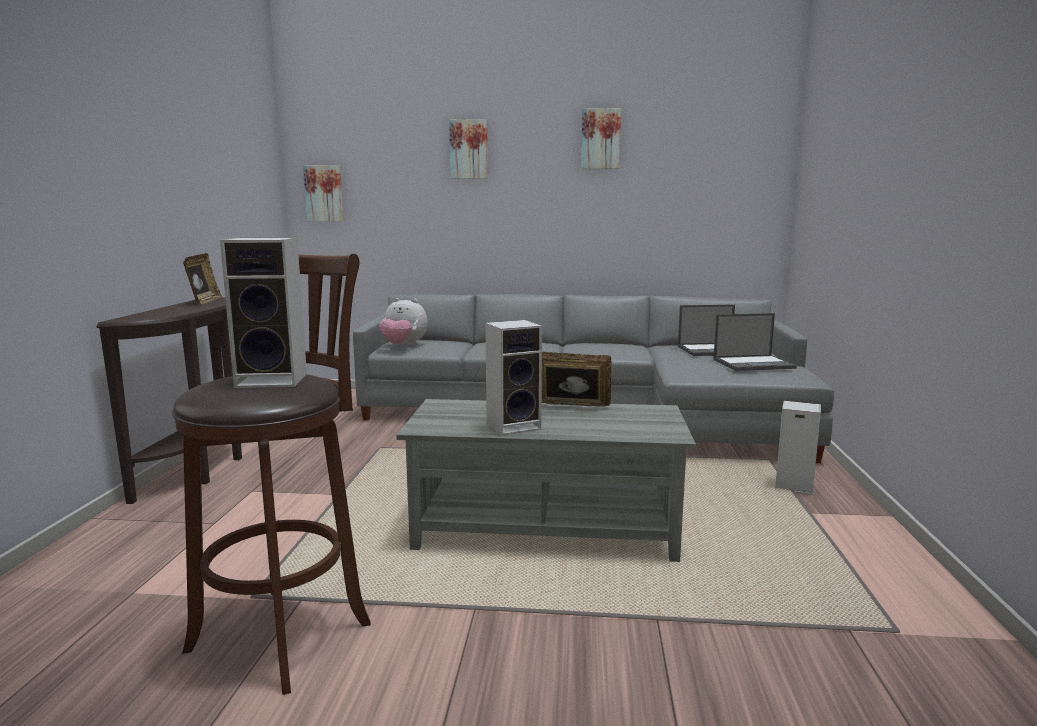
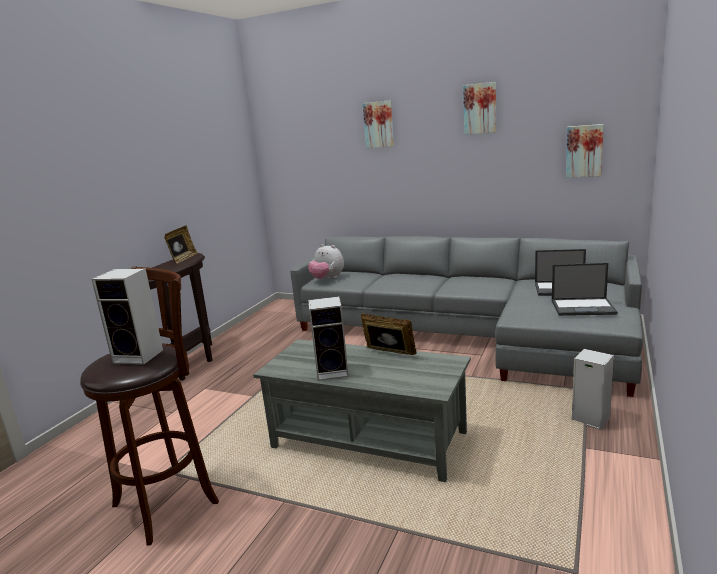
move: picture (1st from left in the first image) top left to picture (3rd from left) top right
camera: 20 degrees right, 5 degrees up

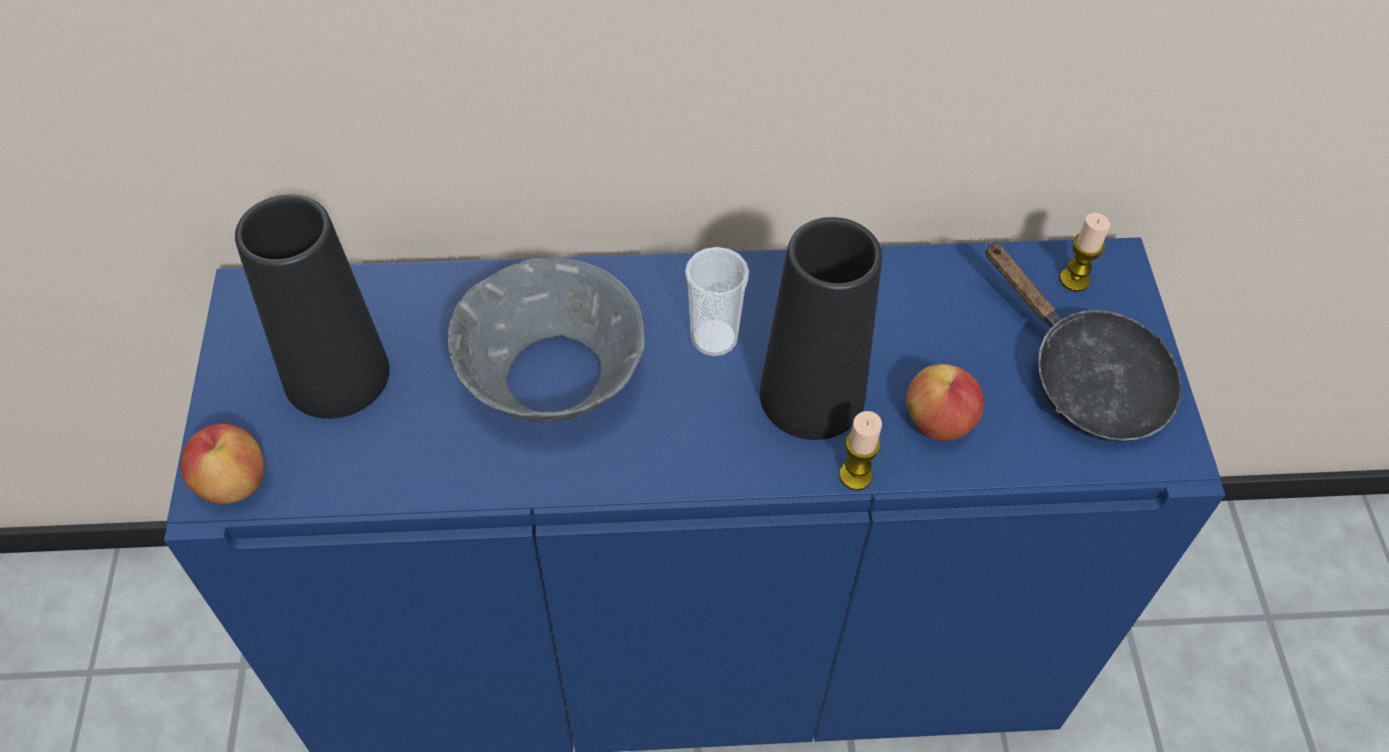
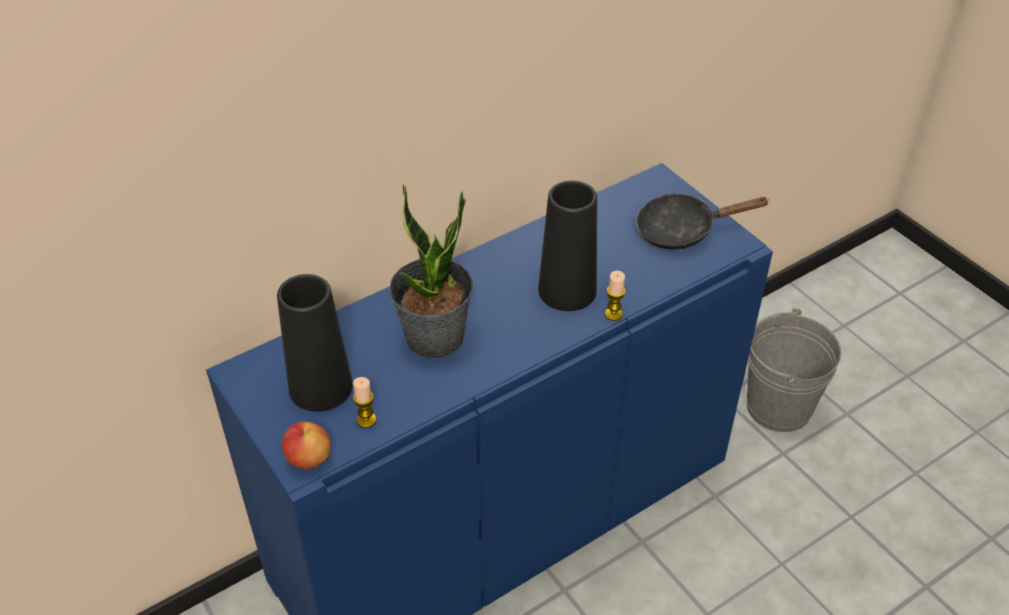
delete: small cup centre; apple fruit (2nd from left) middle right
insert: greyish water bucket middle right
move: wax light (2nd from left in the first image) middle right to wax light (1st from left) centre
replace: greyish bowl centre to potted plant centre
rotate: black-coloured skillet middle right = middle right 150 degrees clockwise
camera: 30 degrees left, 10 degrees down

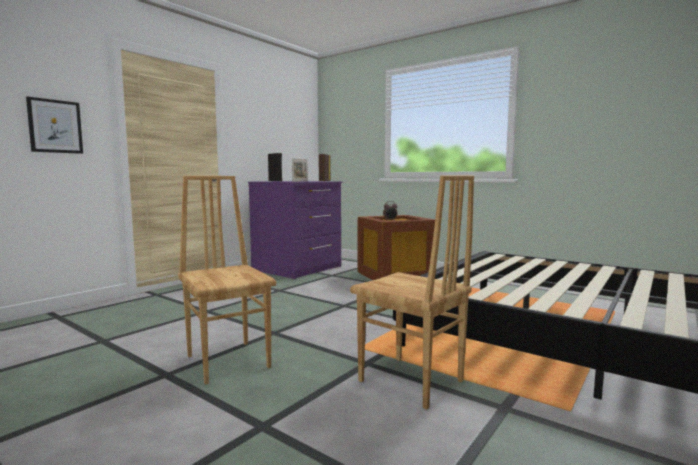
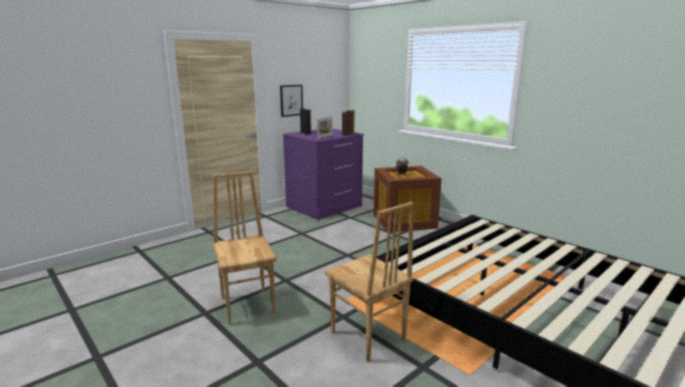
move: picture top left to top centre
camera: 10 degrees right, 10 degrees up

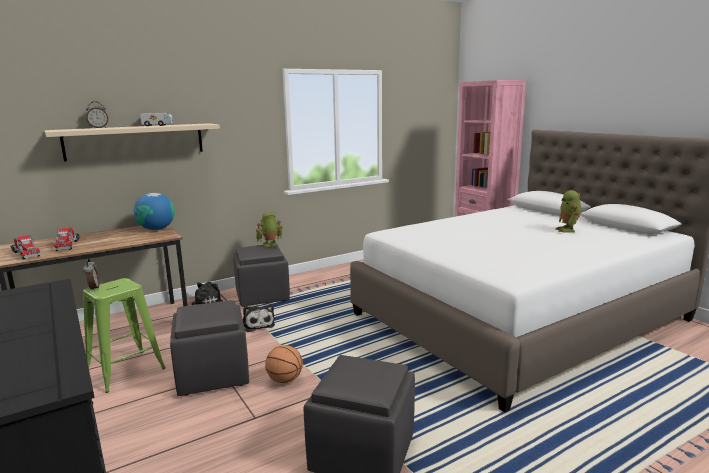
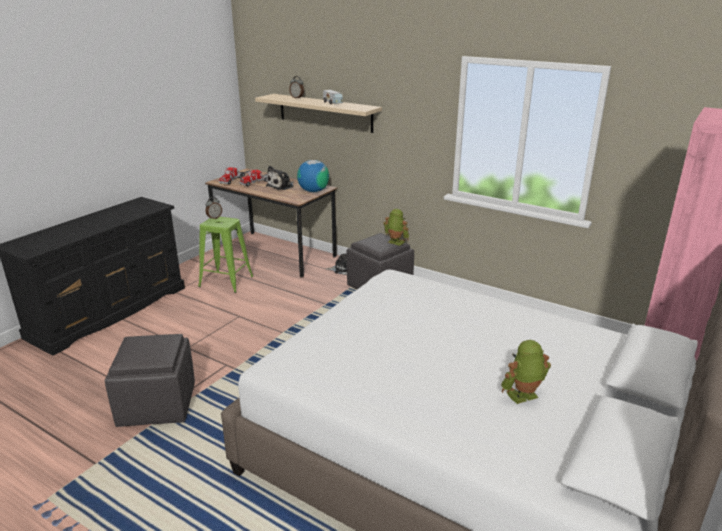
delete: greyish ottoman (1st from left) bottom left; ball for basketball bottom centre
move: soft toy (2nd from left in the first image) bottom centre to soft toy (1st from left) centre
camera: 65 degrees right, 10 degrees up

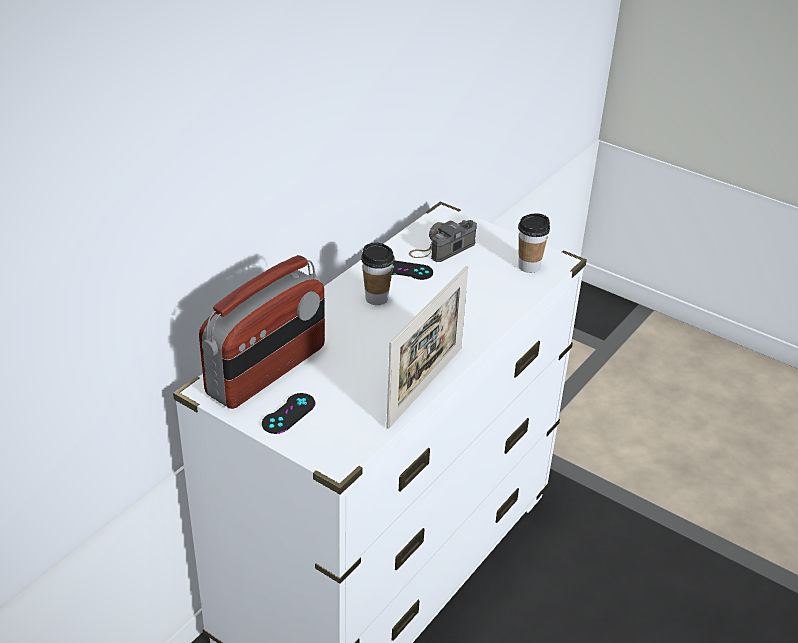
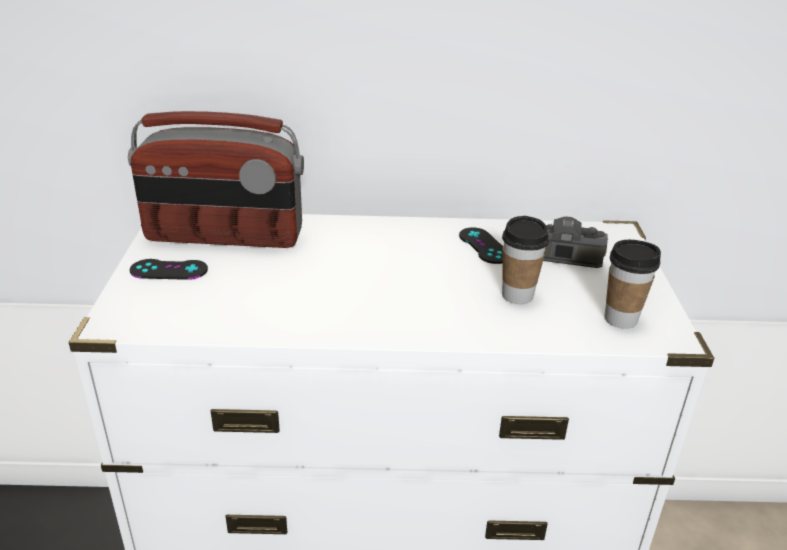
delete: picture frame centre
move: small cup (1st from left) centre to middle right
camera: 55 degrees right, 5 degrees down

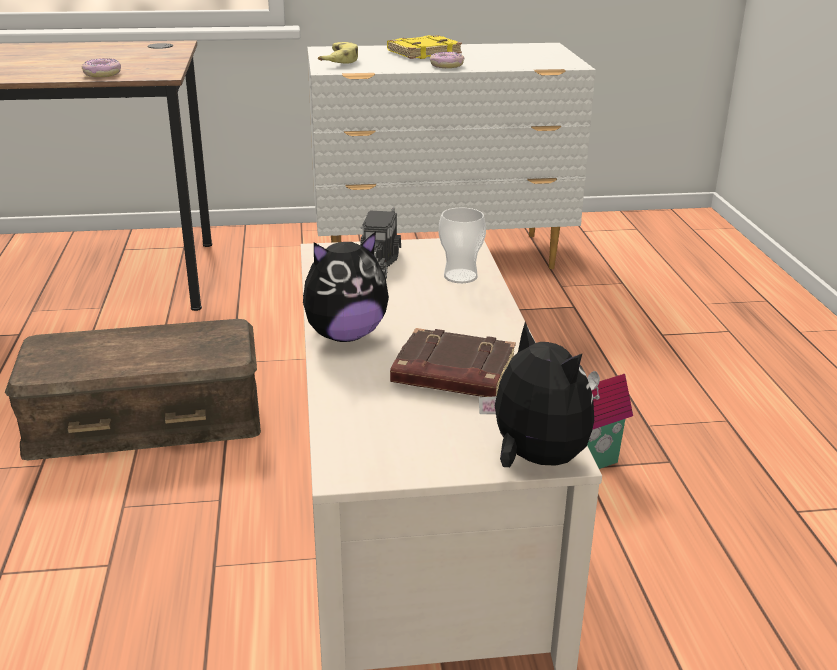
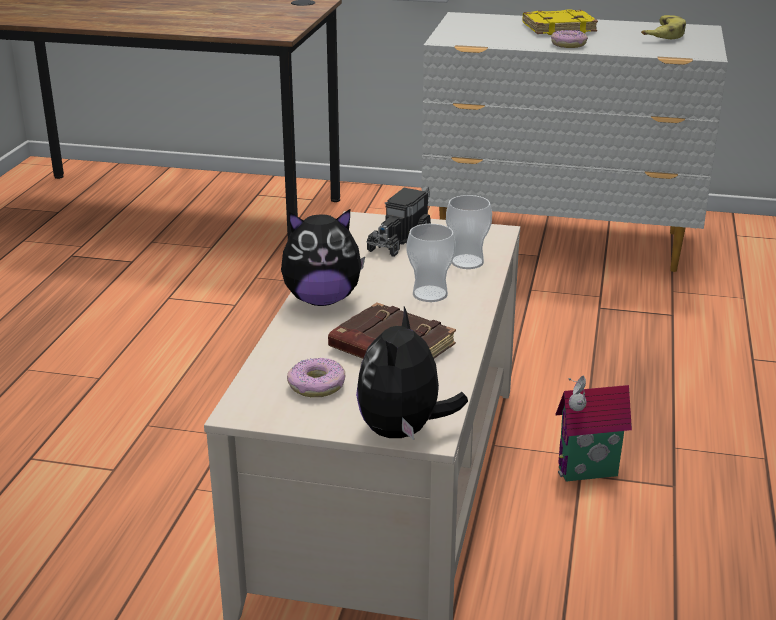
delete: brown storage bin middle left
insert: small cup (1st from left) centre
move: doughnut (1st from left) top left to centre; banana fruit top centre to top right
rotate: soft toy (2nd from left) centre = centre 150 degrees counterclockwise
camera: 20 degrees right, 0 degrees up

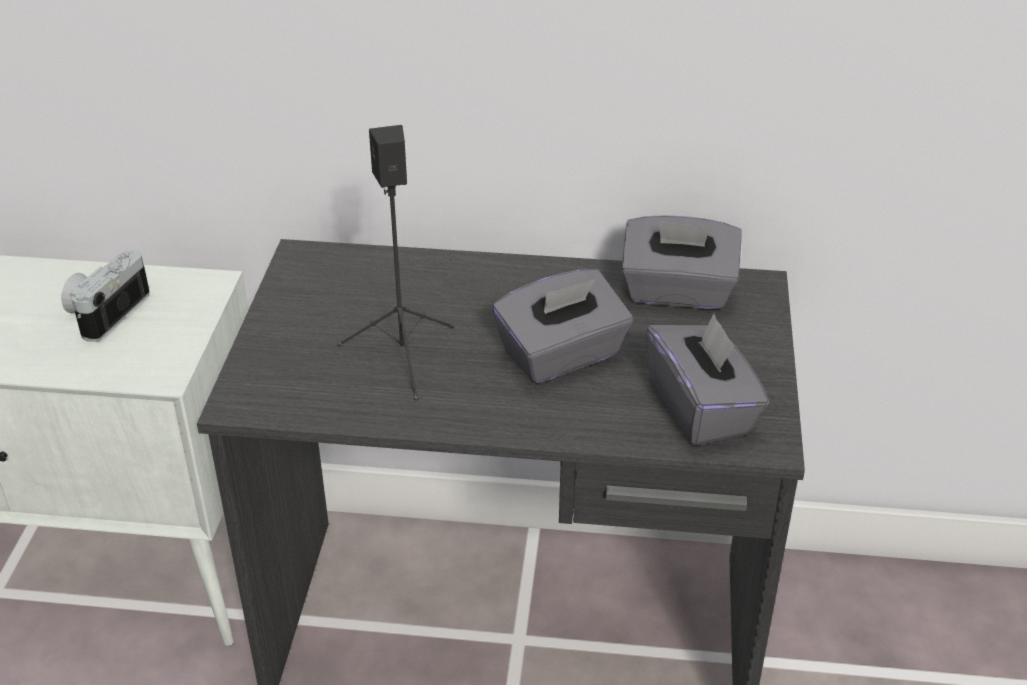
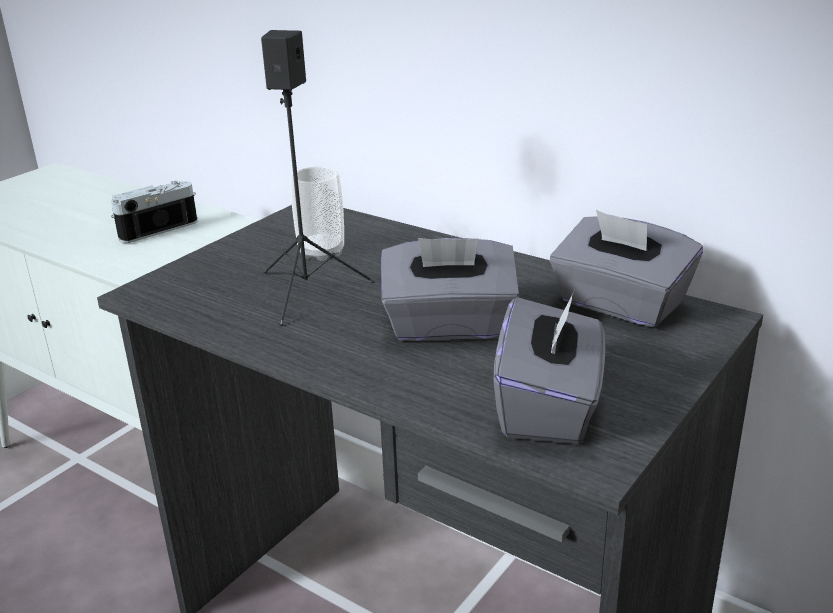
insert: small cup centre
camera: 30 degrees right, 10 degrees down

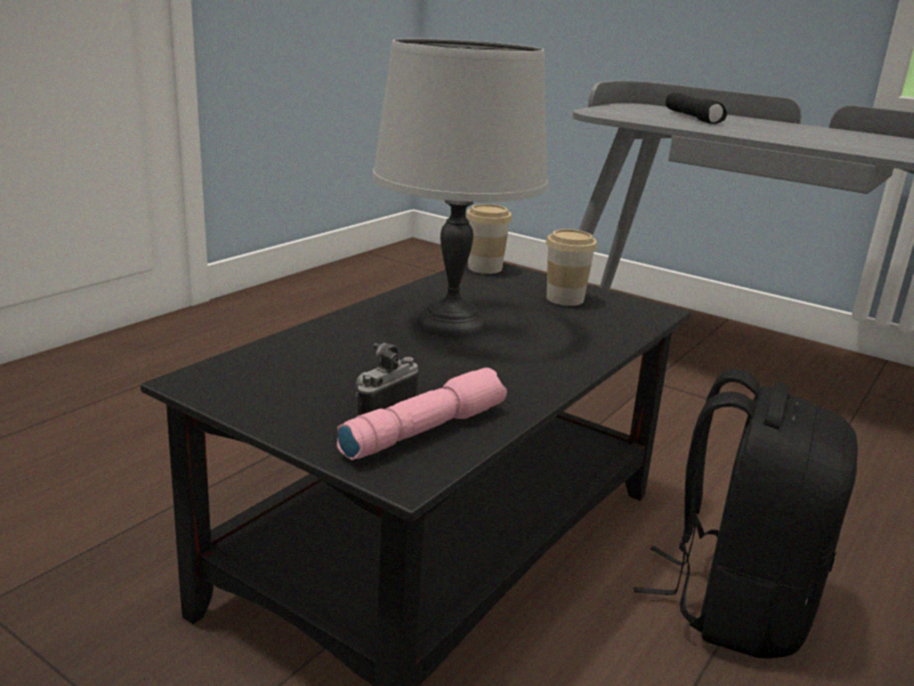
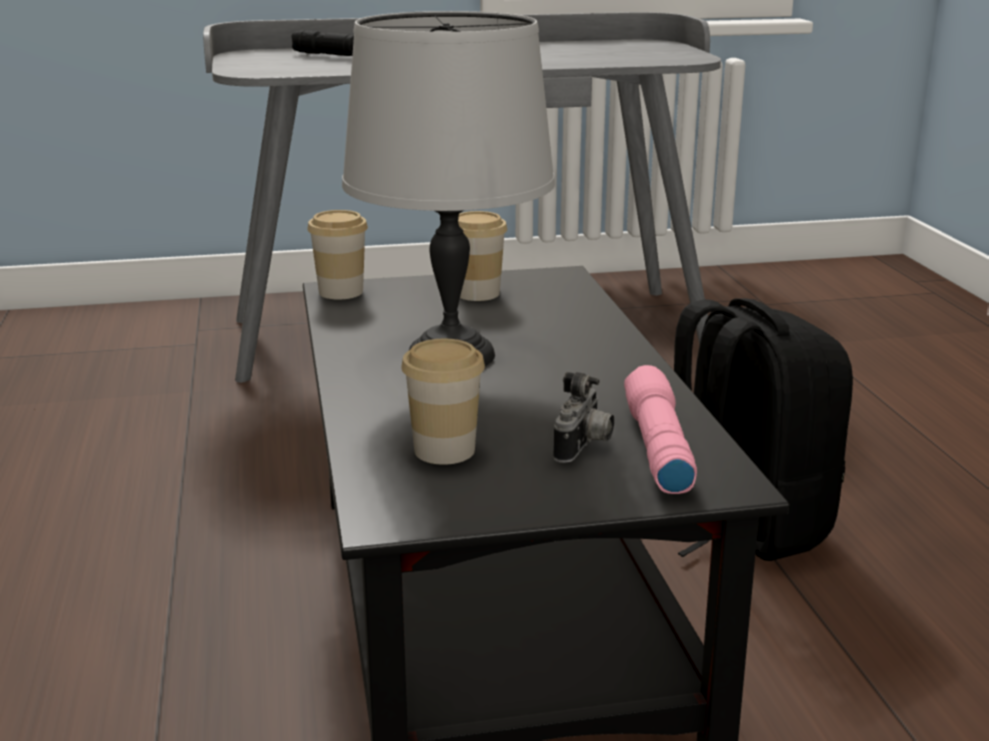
insert: small cup (2nd from left) centre
rotate: photo camera centre = centre 150 degrees counterclockwise
camera: 45 degrees left, 0 degrees up

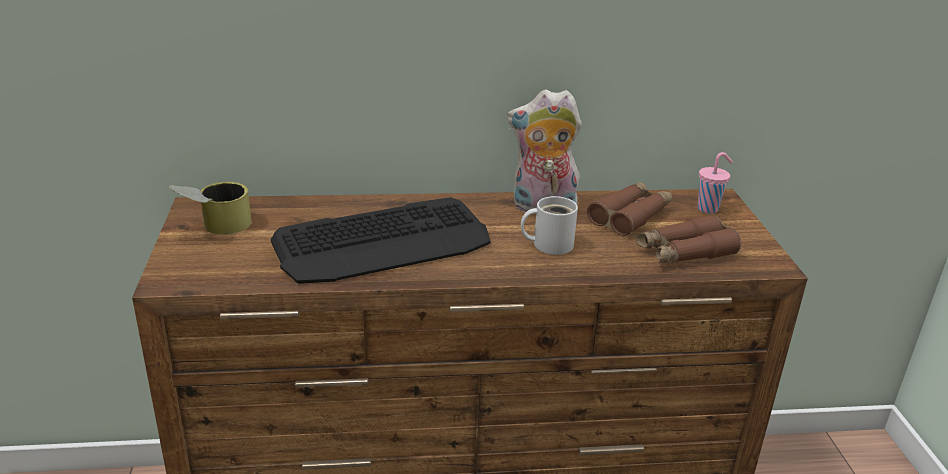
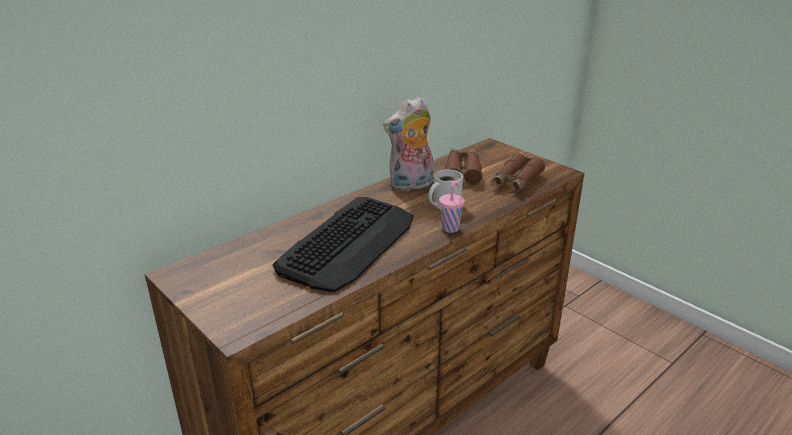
delete: sealed can middle left
move: pinkish small cup middle right to centre
camera: 35 degrees left, 0 degrees up

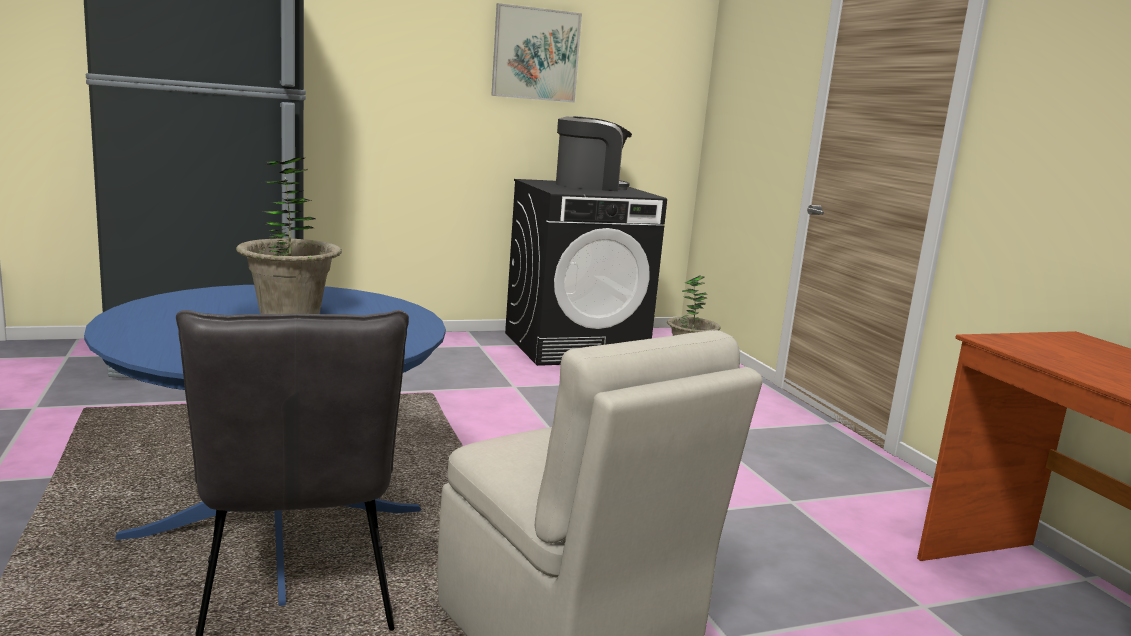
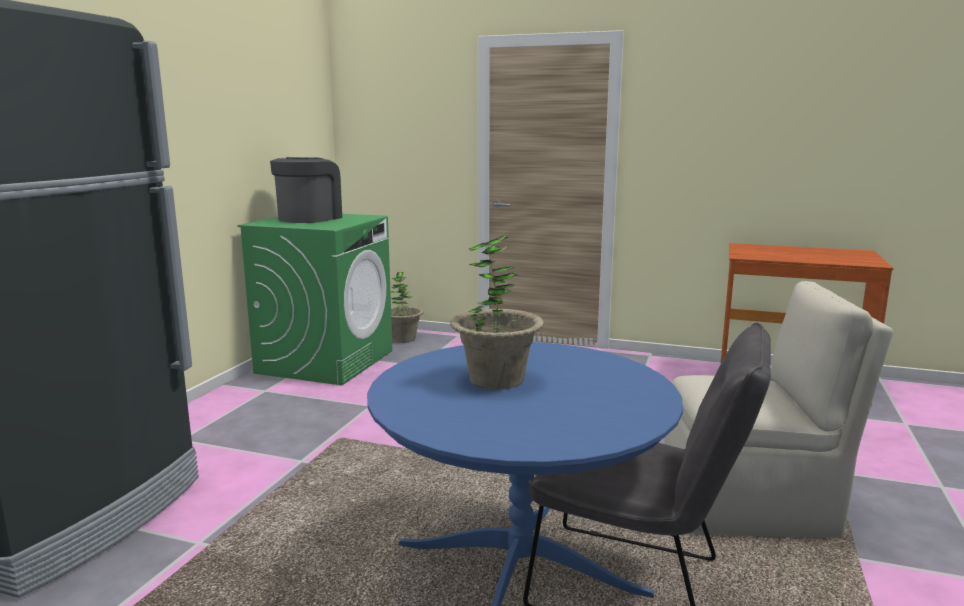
delete: picture top centre
recolor: black-coloured laundry appliance centre to green-coloured laundry appliance middle left
camera: 50 degrees left, 0 degrees up

